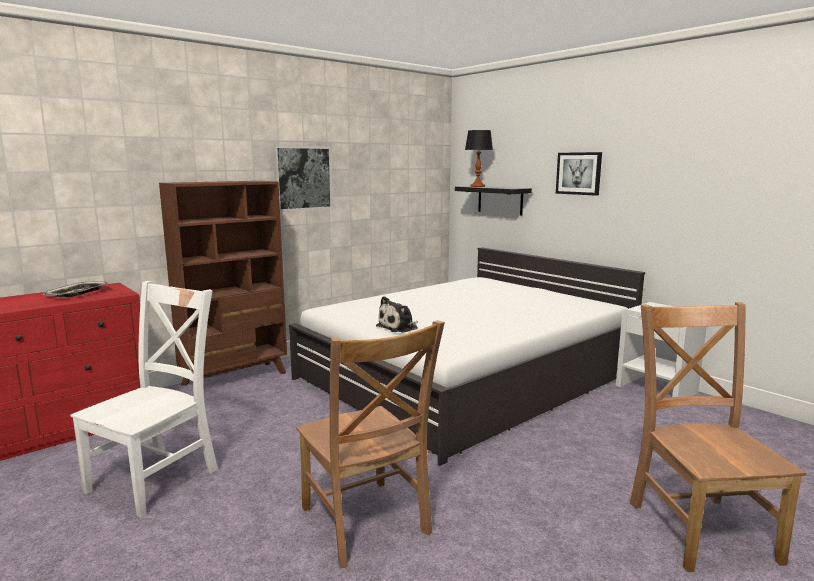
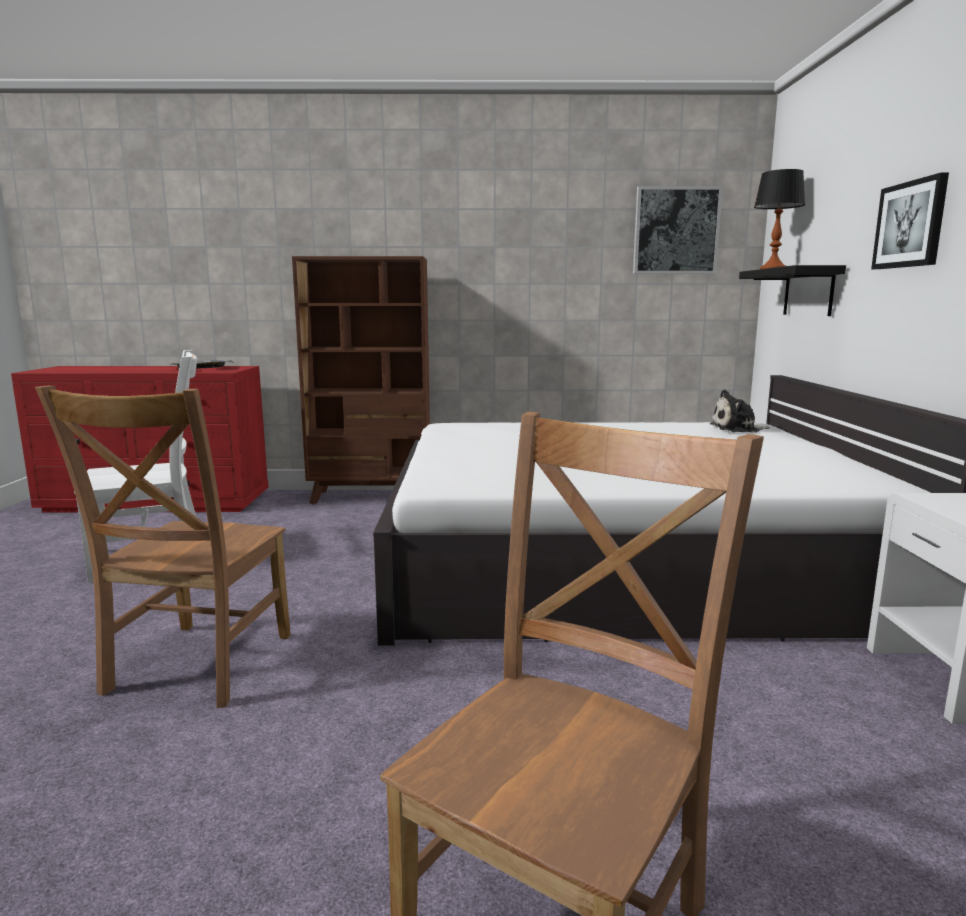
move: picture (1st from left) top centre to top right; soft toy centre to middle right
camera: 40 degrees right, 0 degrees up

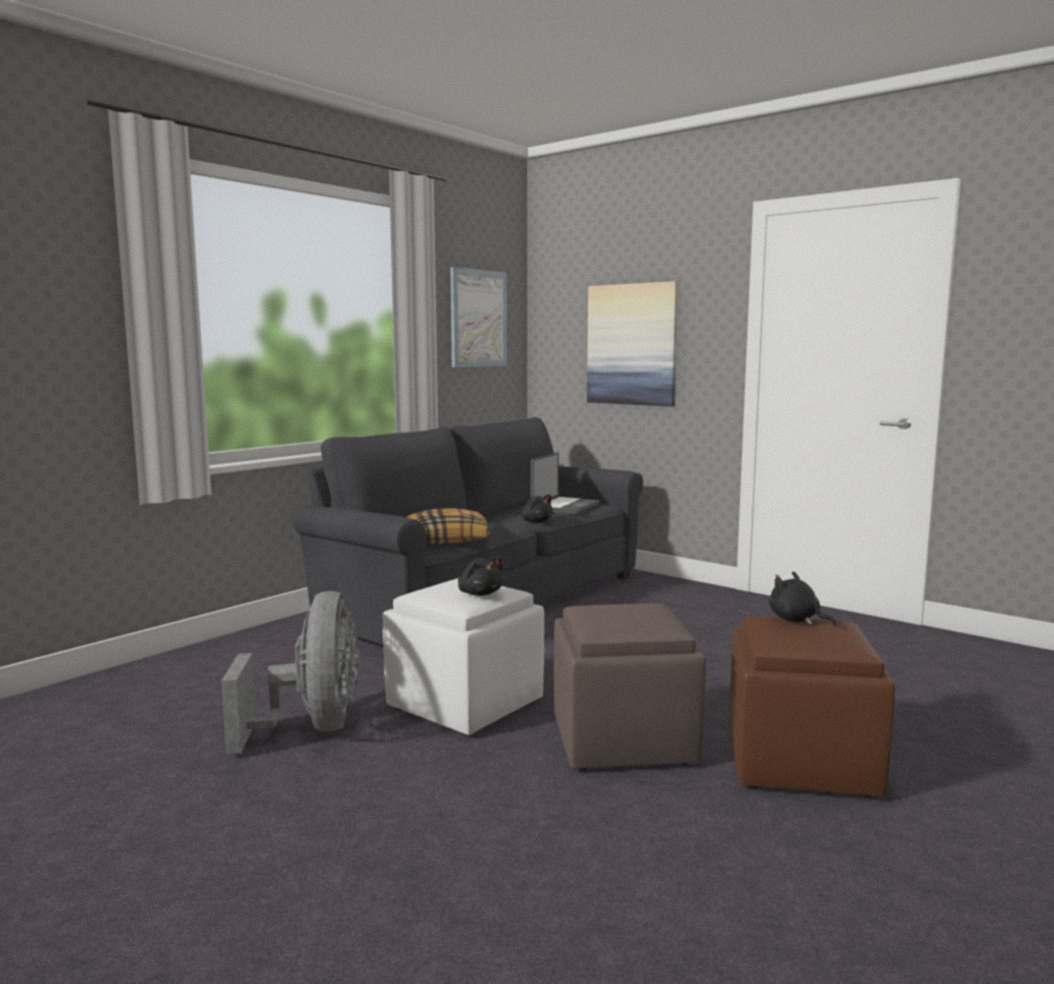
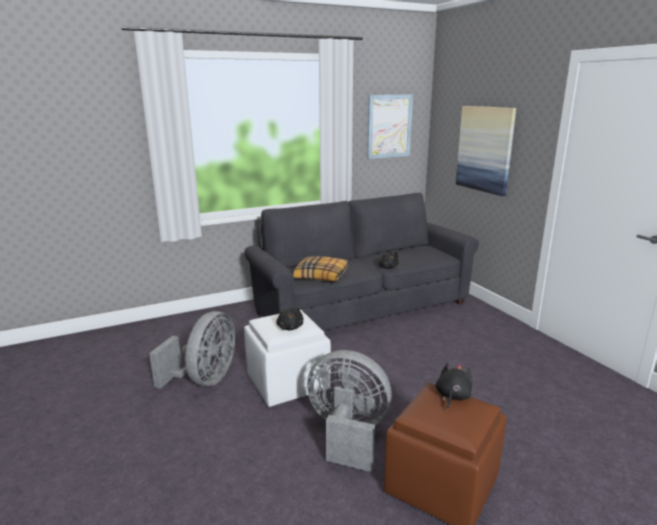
delete: laptop centre
replace: brown ottoman (1st from left) bottom centre to greyish electric fan (2nd from left) bottom centre
rotate: black-coloured soft toy (3rd from left) middle right = bottom right 45 degrees clockwise
camera: 25 degrees right, 10 degrees up

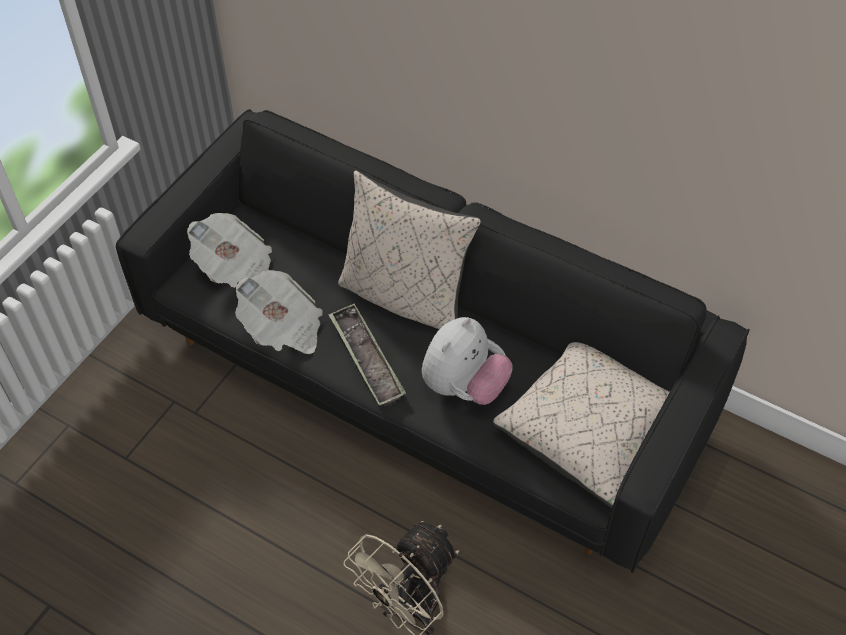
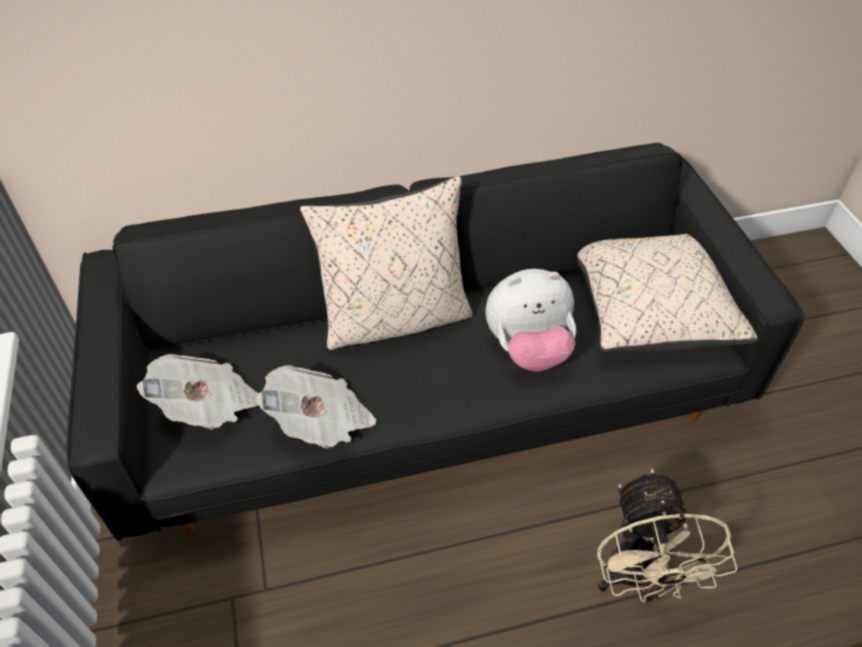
delete: carrying tray centre
rotate: soft toy centre = centre 90 degrees clockwise
camera: 45 degrees left, 5 degrees down

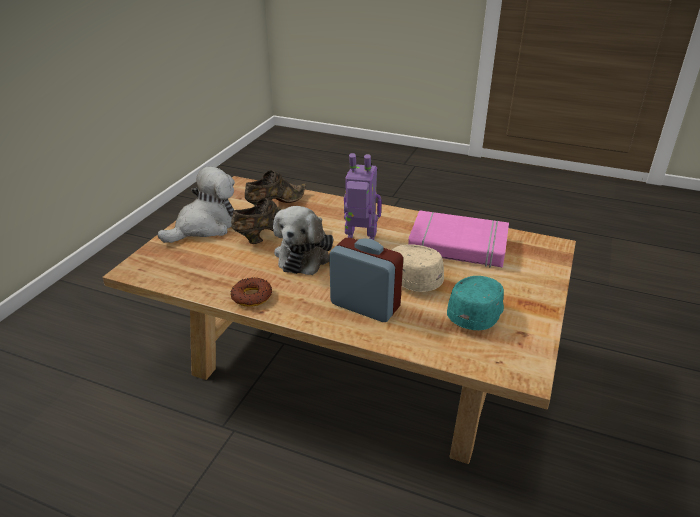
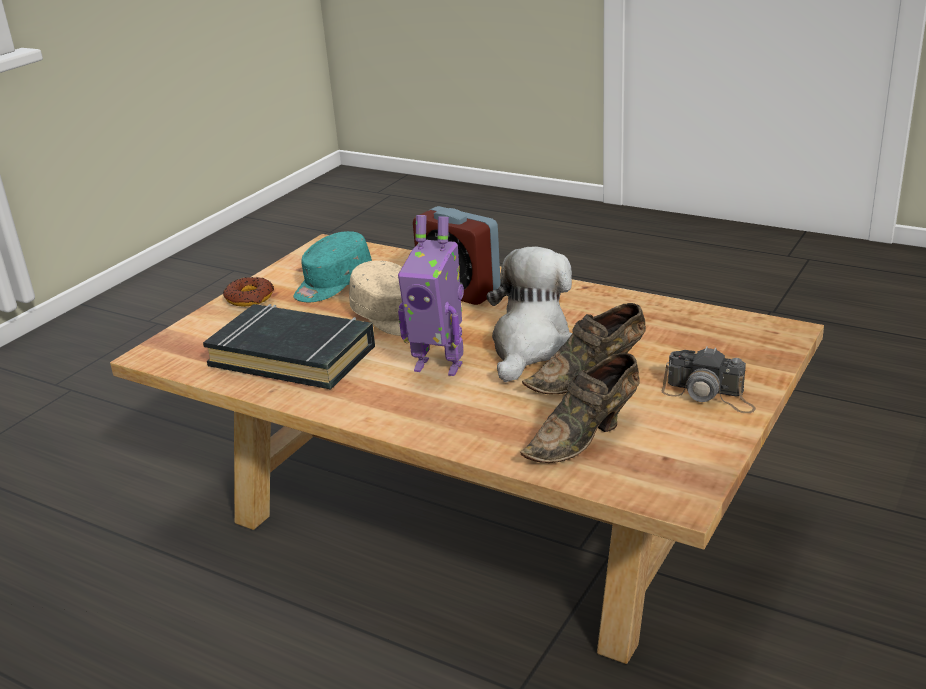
move: doughnut centre to middle left
replace: soft toy (1st from left) middle left to photo camera middle right
recolor: pinkish bound book centre to black-coloured bound book middle left
camera: 170 degrees left, 5 degrees down

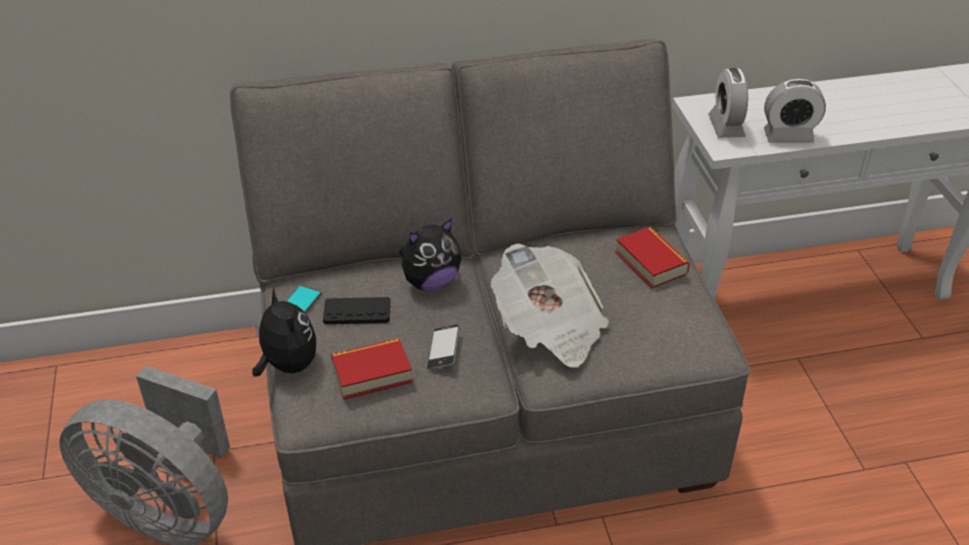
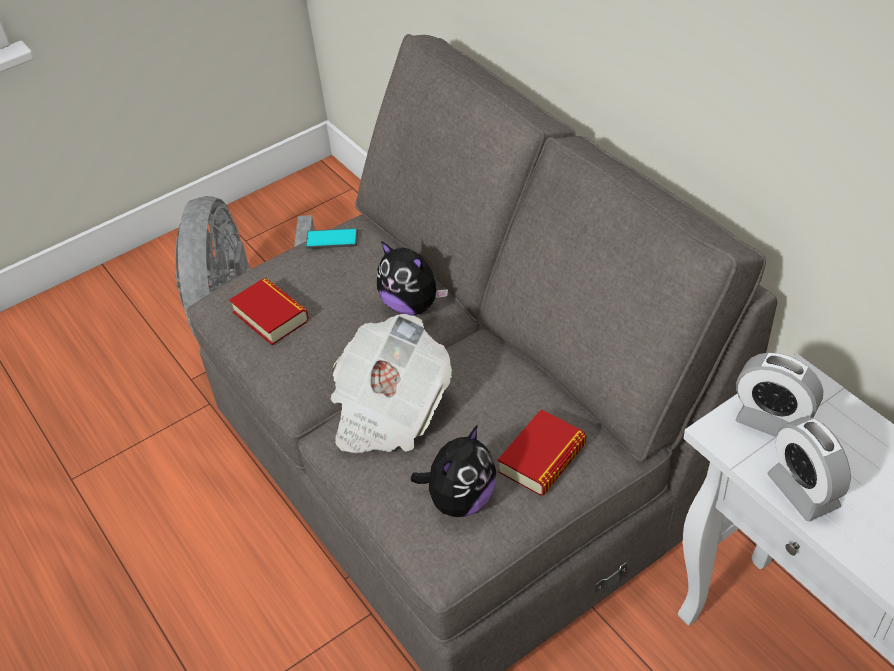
delete: black-coloured game controller centre; telephone (2nd from left) centre
move: soft toy (1st from left in the first image) middle left to soft toy (2nd from left) bottom centre
rotate: bedside clock (1st from left) top right = middle right 120 degrees counterclockwise
camera: 70 degrees right, 5 degrees up

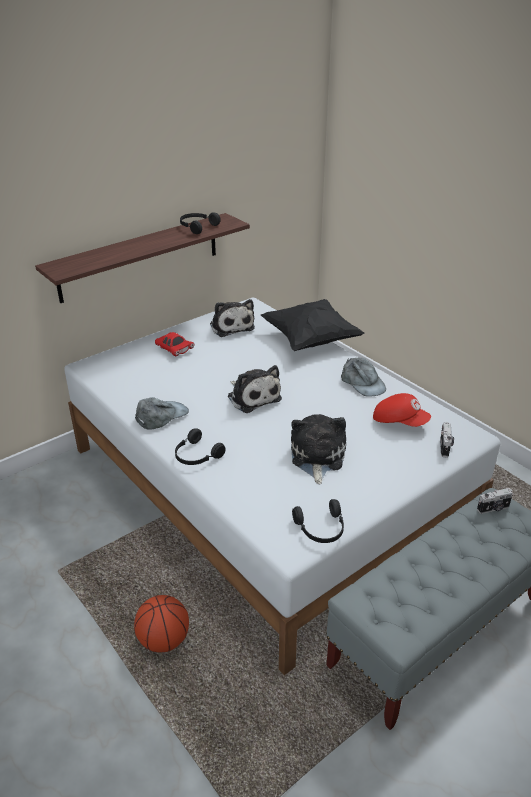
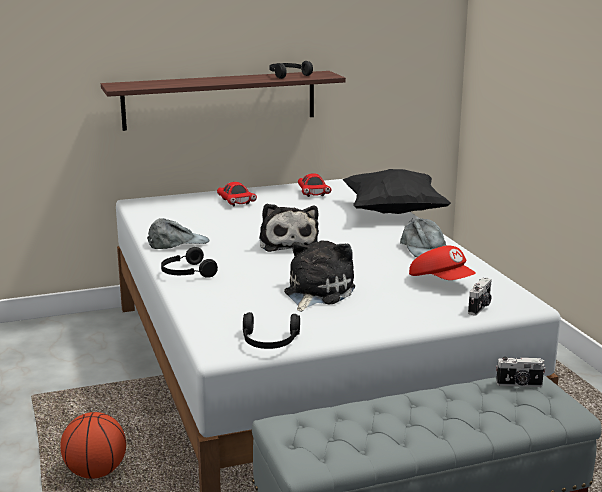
replace: soft toy (1st from left) centre to red-coloured toy car (2nd from left) centre
camera: 20 degrees right, 15 degrees down

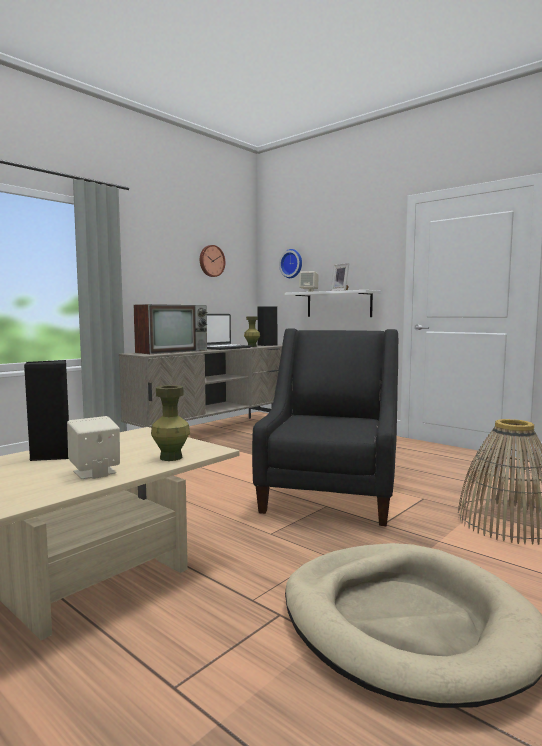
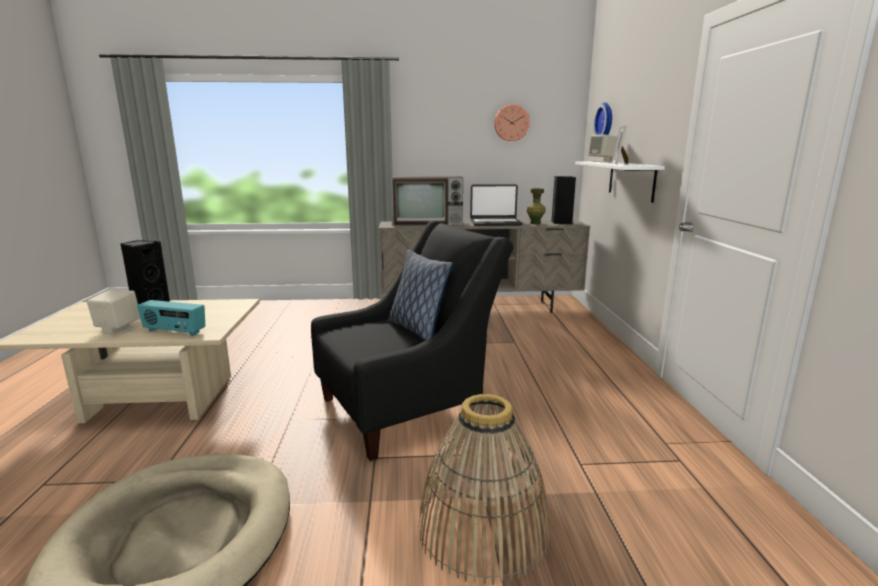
insert: pillow centre
replace: green-coloured decorative vase (1st from left) middle left to radio middle left
camera: 45 degrees right, 10 degrees up

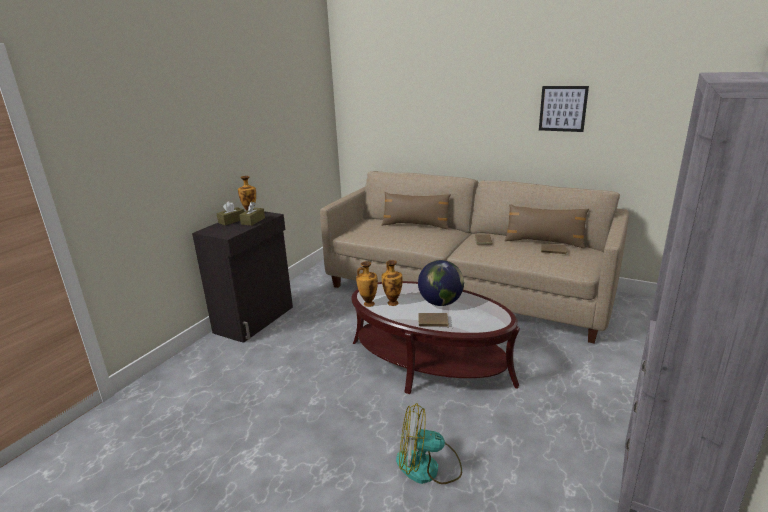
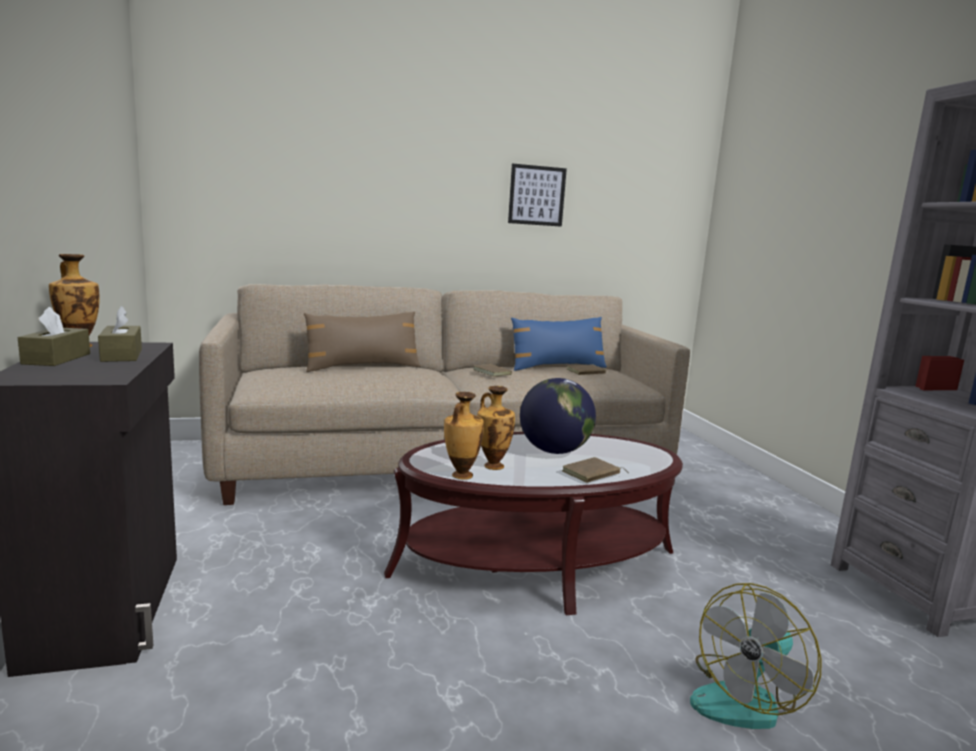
recolor: brown pillow (2nd from left) middle right to blue pillow centre
camera: 45 degrees left, 10 degrees down

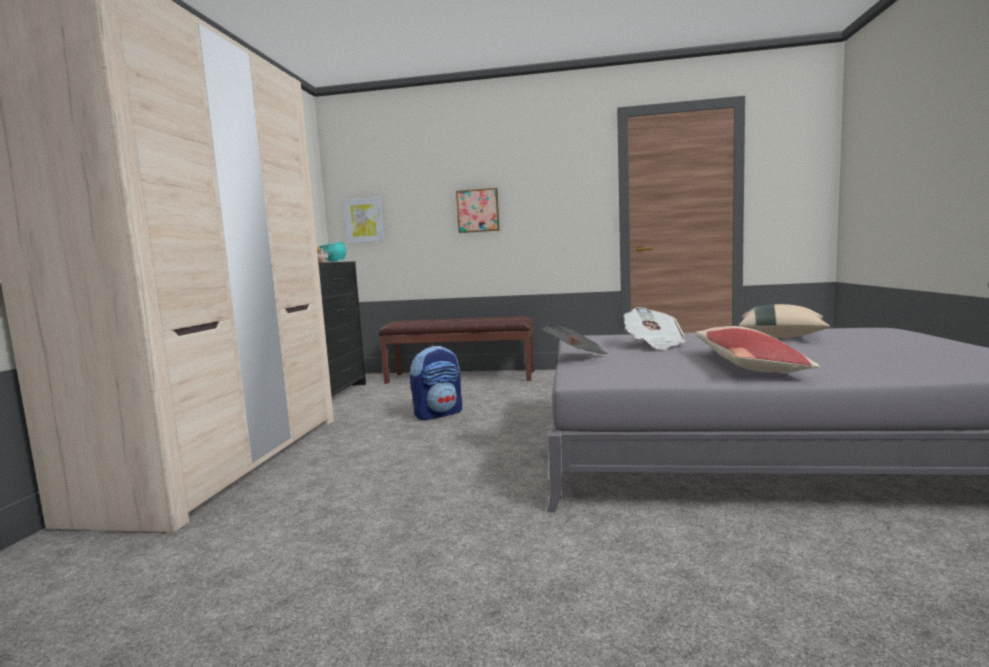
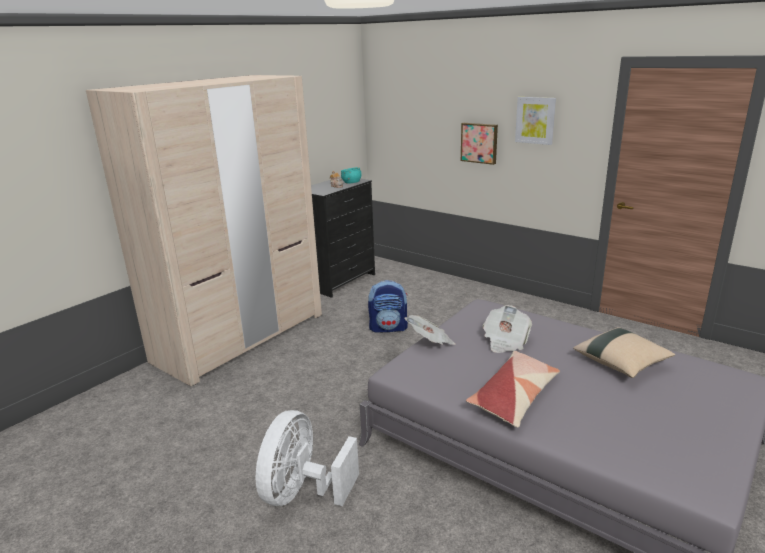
delete: brown indoor bench centre
insert: whitish electric fan bottom centre
move: picture (1st from left in the first image) top centre to picture (2nd from left) top right
camera: 30 degrees right, 15 degrees up

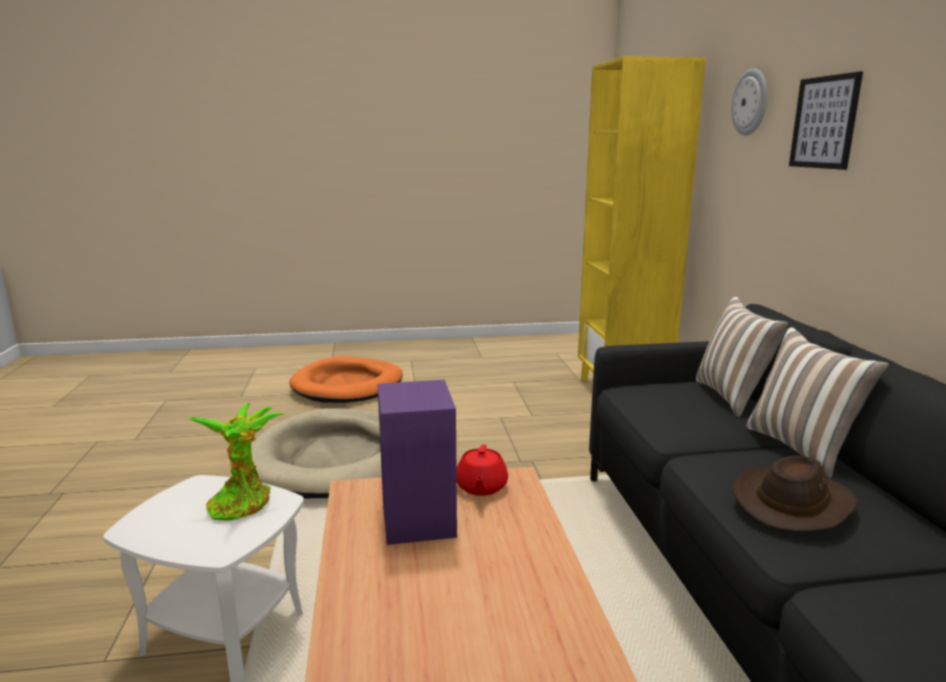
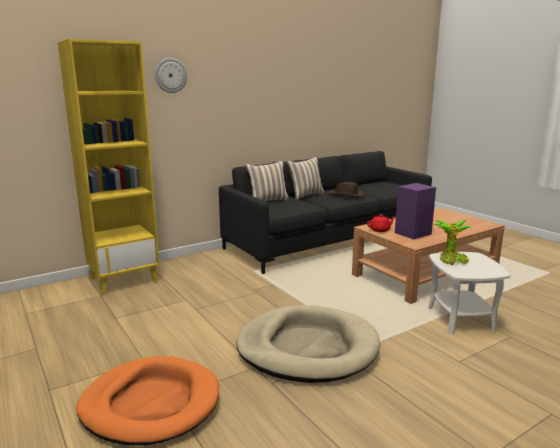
delete: picture top right
camera: 115 degrees left, 0 degrees up

